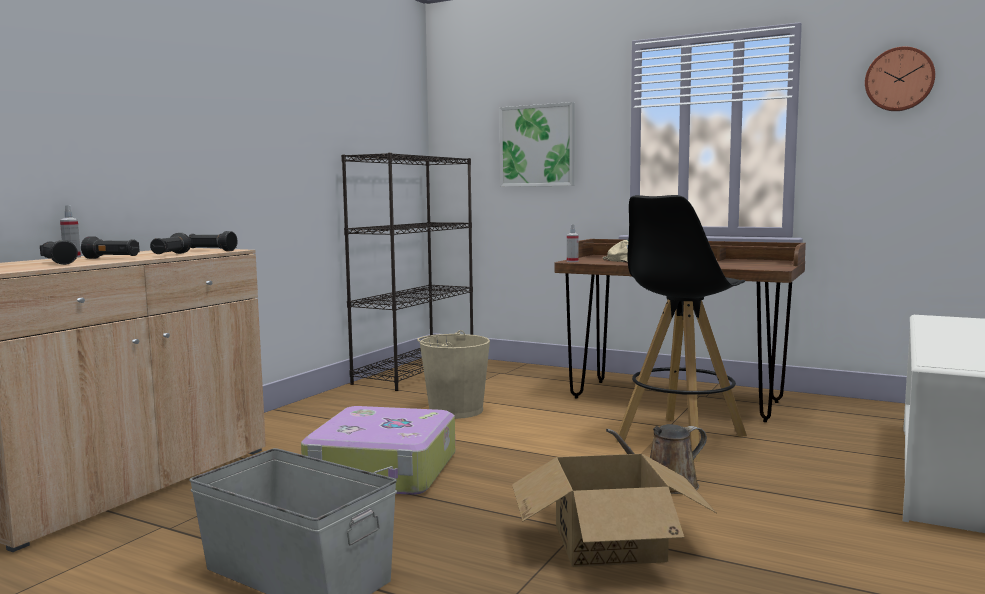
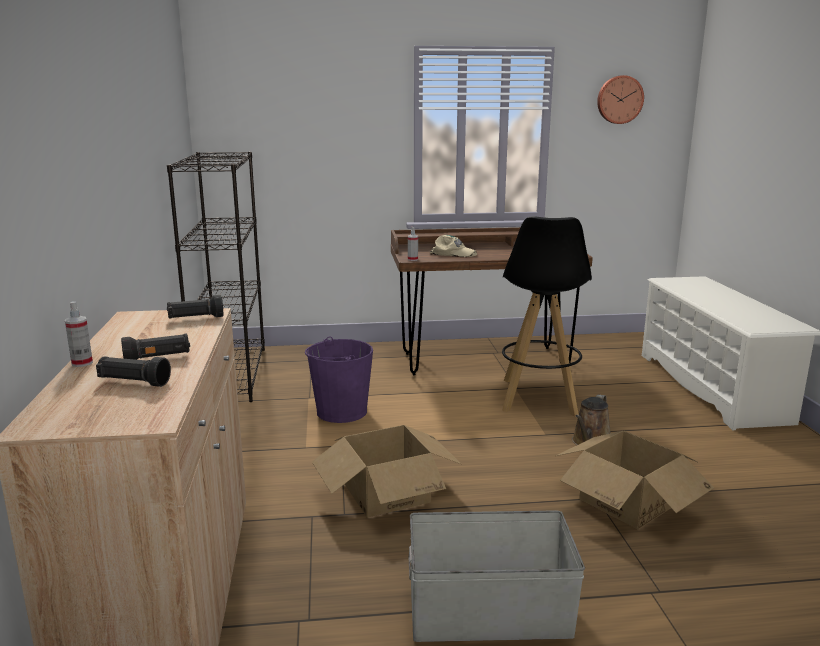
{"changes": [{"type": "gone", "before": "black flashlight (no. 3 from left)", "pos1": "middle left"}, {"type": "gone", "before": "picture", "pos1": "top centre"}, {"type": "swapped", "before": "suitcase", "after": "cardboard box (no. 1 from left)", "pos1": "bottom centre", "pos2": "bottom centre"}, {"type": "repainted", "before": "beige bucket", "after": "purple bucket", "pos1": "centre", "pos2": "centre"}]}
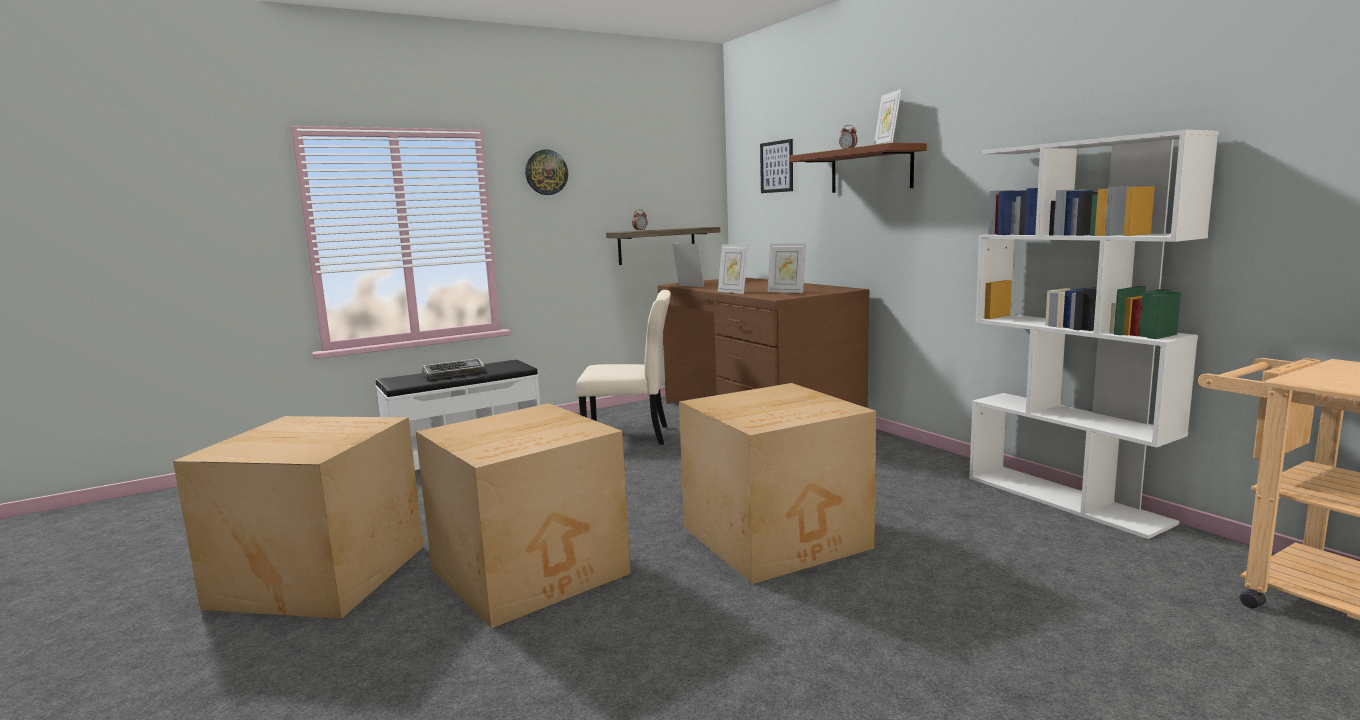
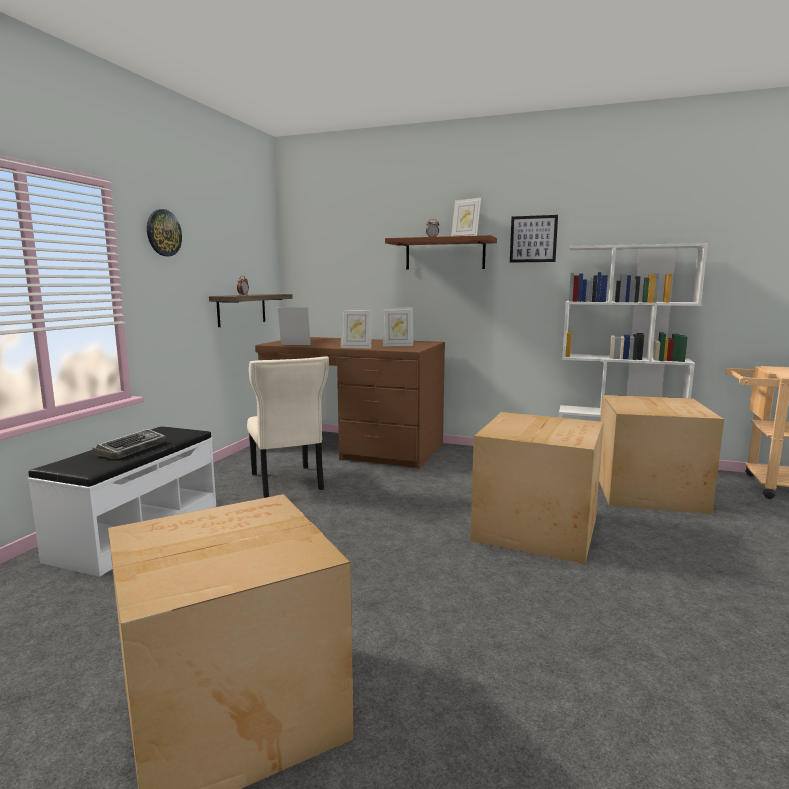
{"changes": [{"type": "shifted", "before": "cardboard box (no. 2 from left in the first image)", "after": "cardboard box (no. 3 from left)", "pos1": "bottom centre", "pos2": "middle right"}, {"type": "shifted", "before": "picture", "pos1": "top centre", "pos2": "top right"}, {"type": "rotated", "before": "beige chair", "pos1": "centre", "pos2": "centre", "turn": 105}]}
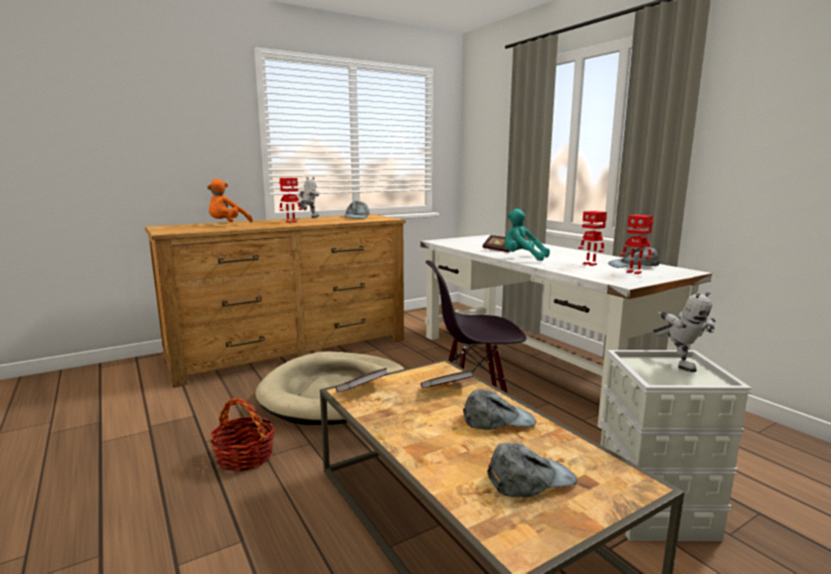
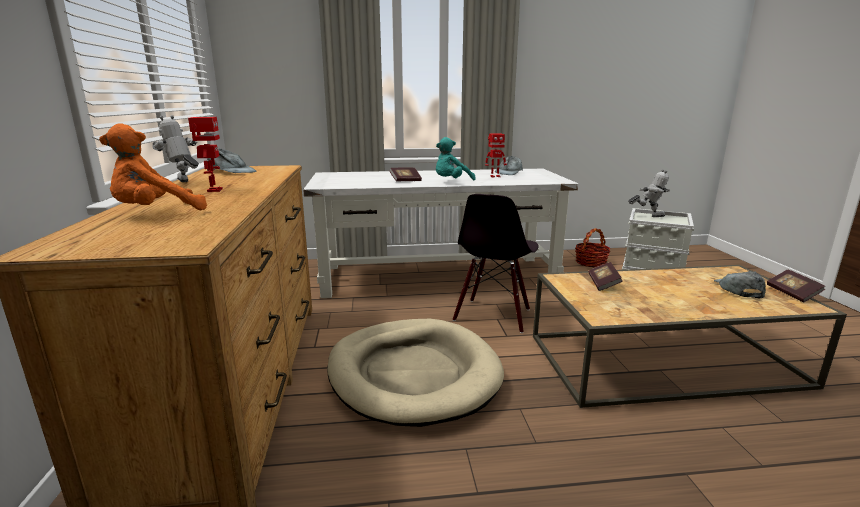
{"changes": [{"type": "gone", "before": "grey cap (no. 2 from left)", "pos1": "bottom centre"}, {"type": "gone", "before": "toy robot (no. 4 from left)", "pos1": "middle right"}, {"type": "shifted", "before": "basket", "pos1": "bottom left", "pos2": "middle right"}, {"type": "shifted", "before": "book (no. 1 from left in the first image)", "after": "book (no. 3 from left)", "pos1": "centre", "pos2": "middle right"}, {"type": "rotated", "before": "orange plush toy", "pos1": "middle left", "pos2": "top left", "turn": 90}]}
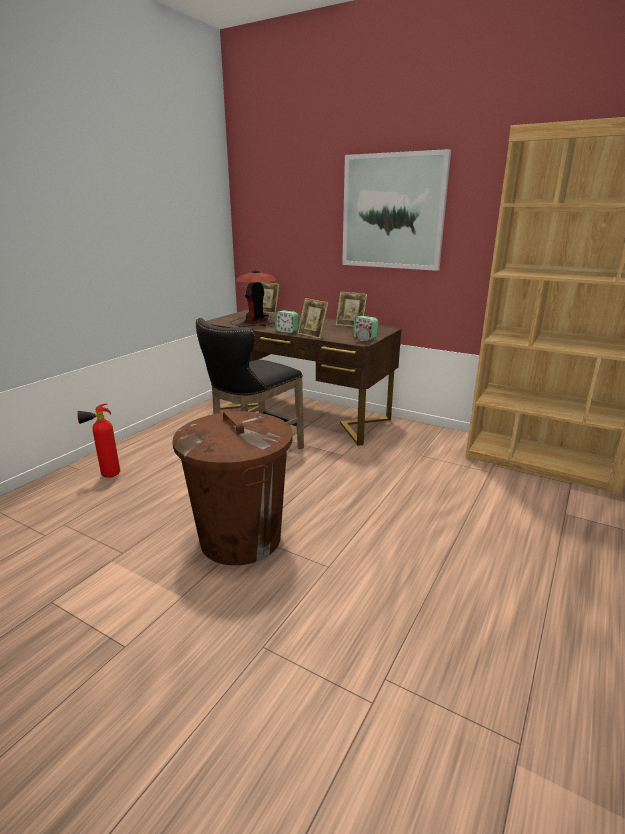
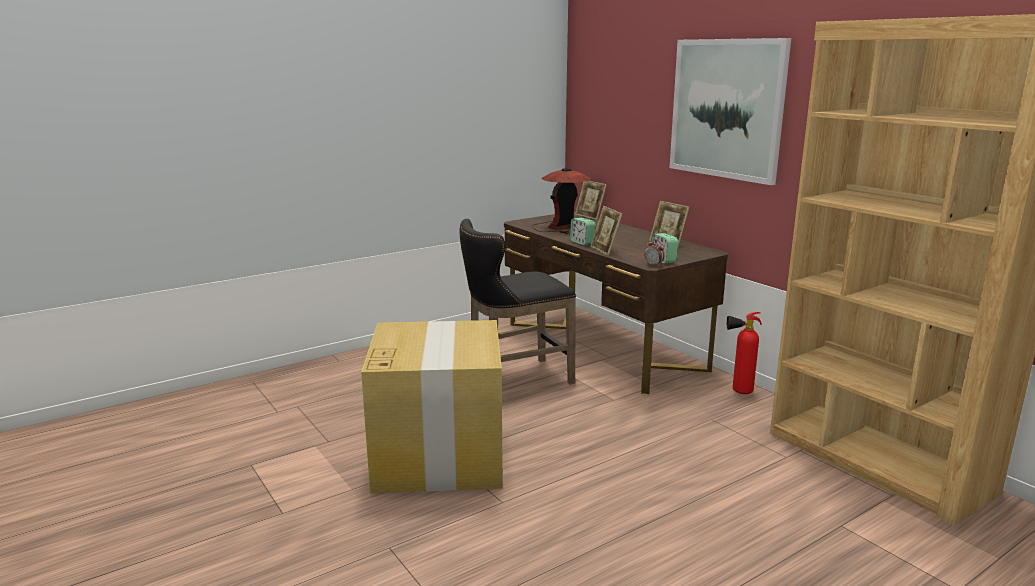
{"changes": [{"type": "shifted", "before": "fire extinguisher", "pos1": "middle left", "pos2": "middle right"}, {"type": "swapped", "before": "brown trash can", "after": "cardboard box", "pos1": "centre", "pos2": "bottom centre"}]}
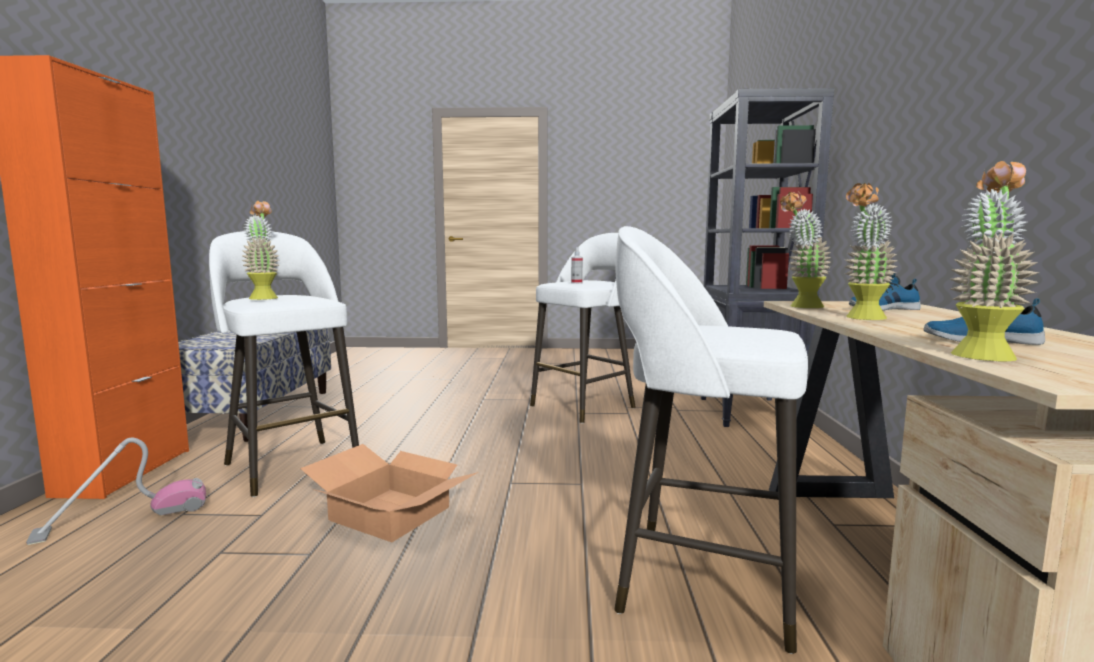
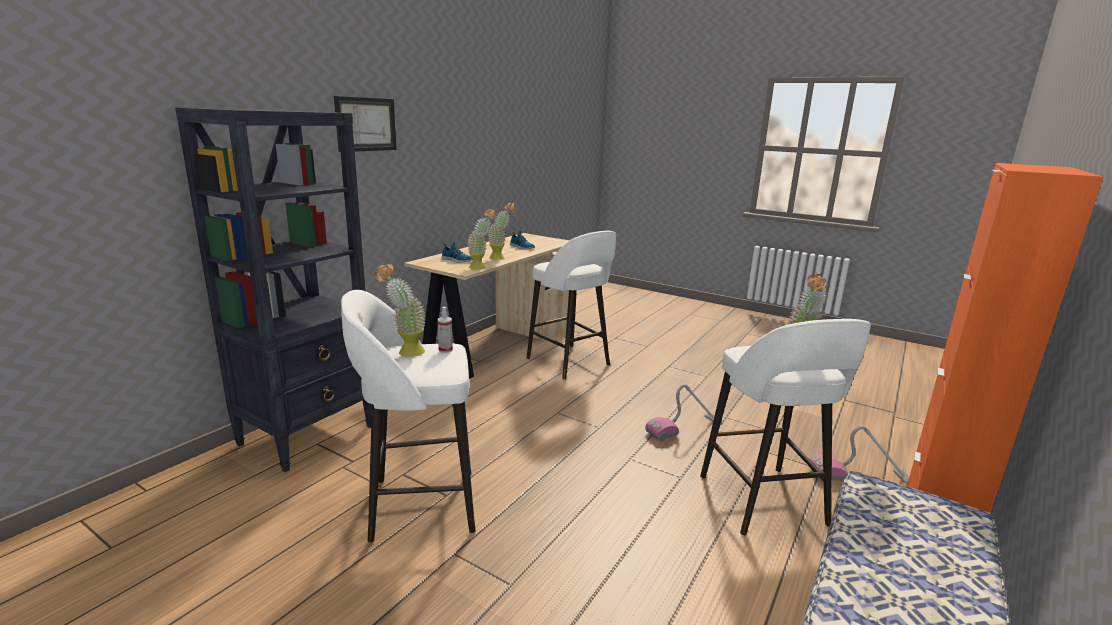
{"changes": [{"type": "new", "after": "picture", "pos2": "top left"}, {"type": "shifted", "before": "potted plant (no. 4 from left in the first image)", "after": "potted plant (no. 1 from left)", "pos1": "middle right", "pos2": "centre"}, {"type": "swapped", "before": "cardboard box", "after": "vacuum cleaner (no. 1 from left)", "pos1": "bottom centre", "pos2": "centre"}]}
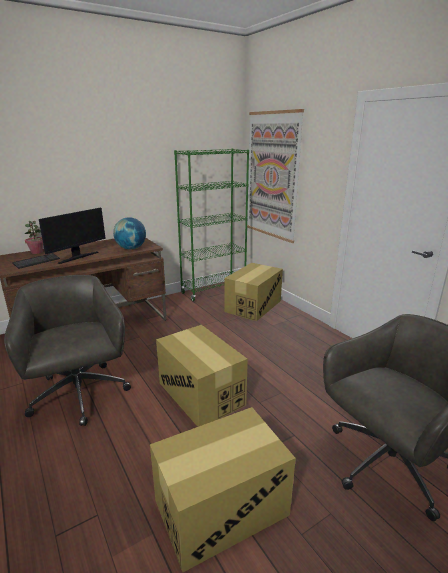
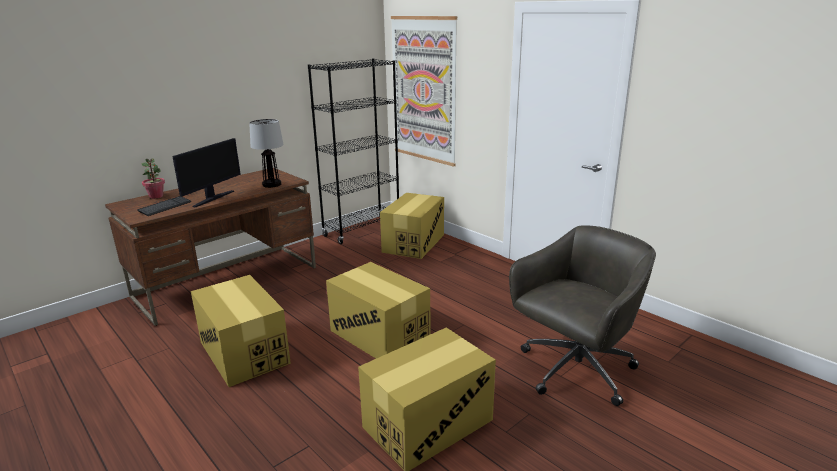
{"changes": [{"type": "swapped", "before": "grey office chair (no. 1 from left)", "after": "cardboard box (no. 1 from left)", "pos1": "middle left", "pos2": "bottom left"}, {"type": "swapped", "before": "globe", "after": "table lamp", "pos1": "middle left", "pos2": "top left"}, {"type": "repainted", "before": "green bookcase", "after": "black bookcase", "pos1": "centre", "pos2": "top centre"}]}
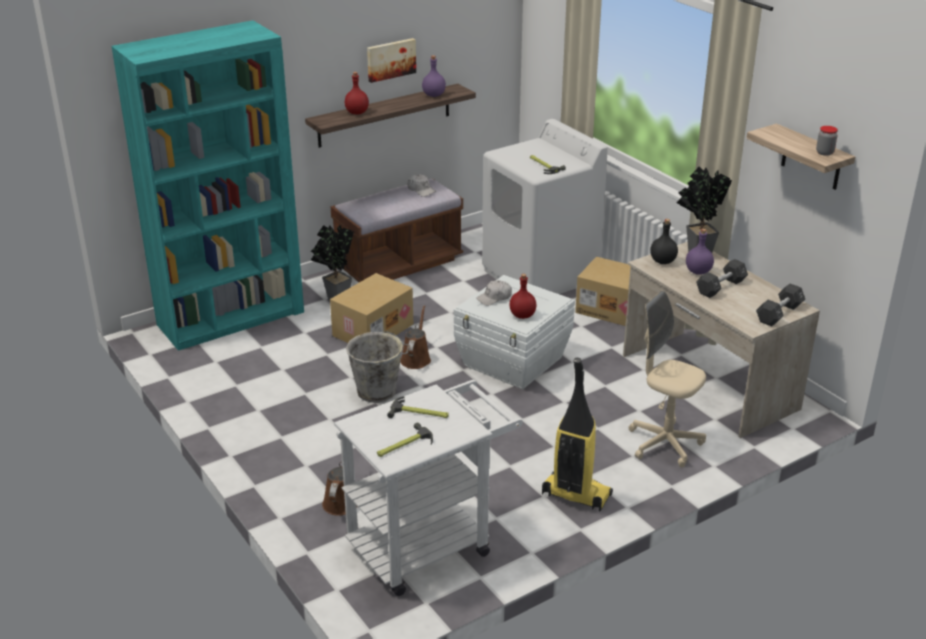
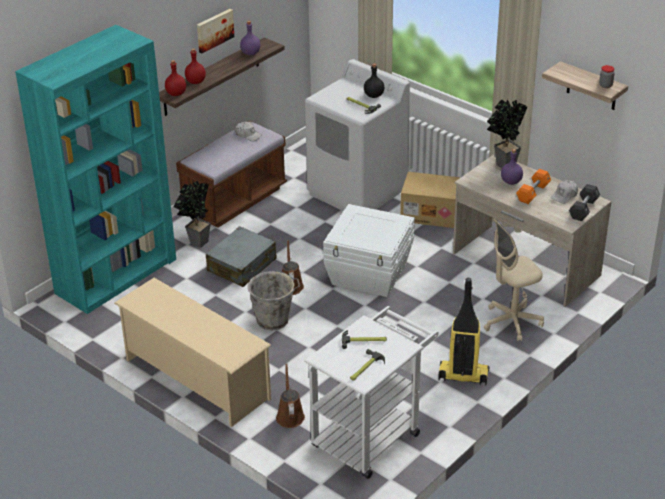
{"changes": [{"type": "new", "after": "beige shoe rack", "pos2": "bottom left"}, {"type": "shifted", "before": "white cap (no. 2 from left)", "pos1": "centre", "pos2": "middle right"}, {"type": "shifted", "before": "red bottle (no. 2 from left in the first image)", "after": "red bottle (no. 1 from left)", "pos1": "centre", "pos2": "top left"}, {"type": "shifted", "before": "black bottle", "pos1": "middle right", "pos2": "top centre"}, {"type": "swapped", "before": "cardboard box (no. 1 from left)", "after": "grey suitcase", "pos1": "centre", "pos2": "centre"}, {"type": "repainted", "before": "black dumbbell (no. 1 from left)", "after": "orange dumbbell", "pos1": "middle right", "pos2": "middle right"}, {"type": "rotated", "before": "beige office chair", "pos1": "middle right", "pos2": "middle right", "turn": -45}]}
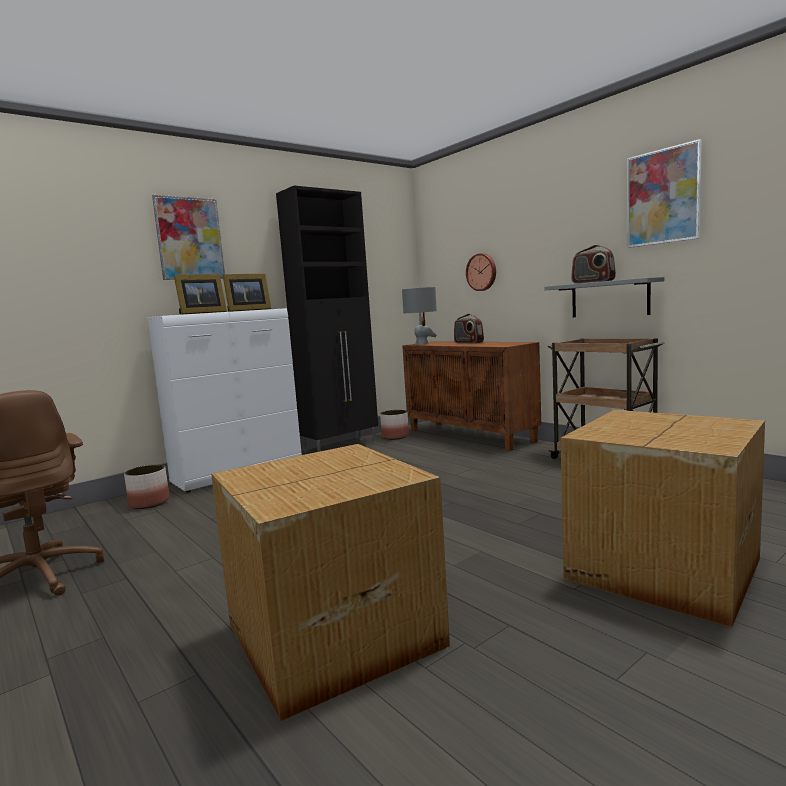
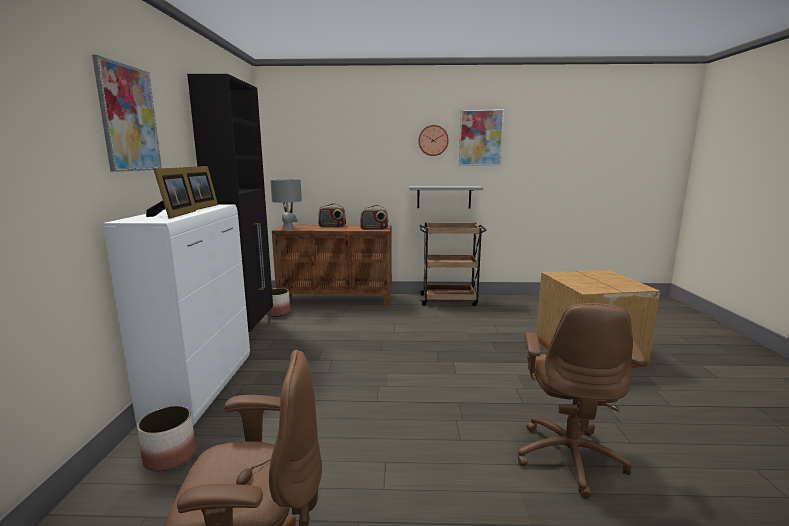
{"changes": [{"type": "shifted", "before": "wall clock", "pos1": "centre", "pos2": "top centre"}, {"type": "shifted", "before": "radio (no. 2 from left)", "pos1": "middle right", "pos2": "centre"}, {"type": "swapped", "before": "cardboard box (no. 1 from left)", "after": "brown office chair (no. 2 from left)", "pos1": "bottom centre", "pos2": "bottom right"}]}
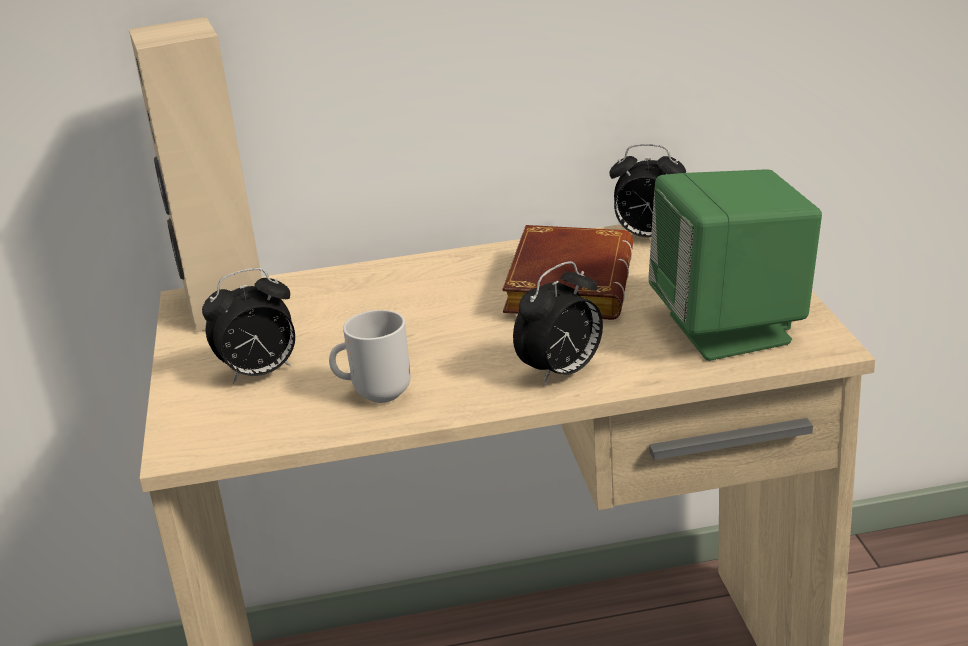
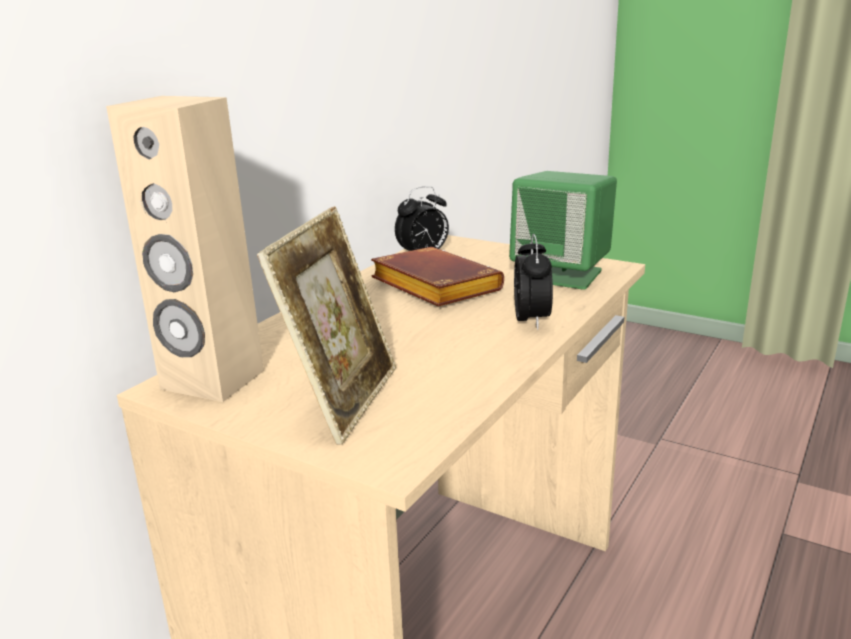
{"changes": [{"type": "gone", "before": "mug", "pos1": "centre"}, {"type": "swapped", "before": "alarm clock (no. 1 from left)", "after": "picture frame", "pos1": "middle left", "pos2": "centre"}]}
